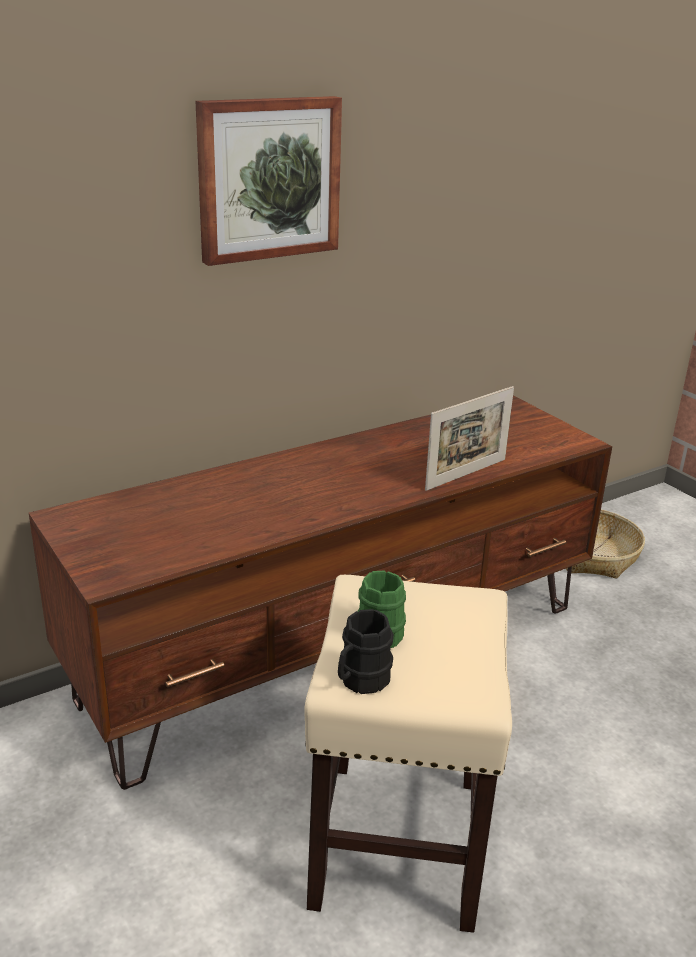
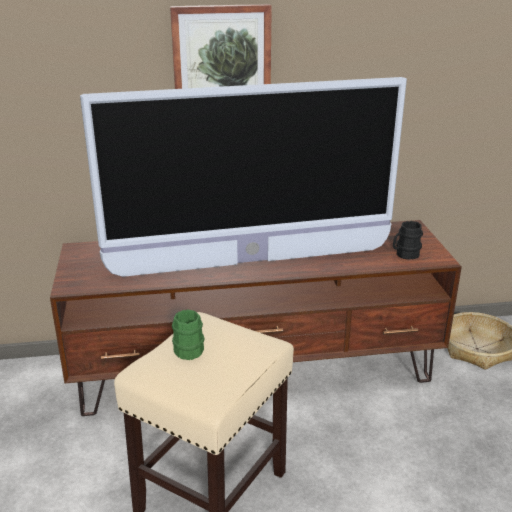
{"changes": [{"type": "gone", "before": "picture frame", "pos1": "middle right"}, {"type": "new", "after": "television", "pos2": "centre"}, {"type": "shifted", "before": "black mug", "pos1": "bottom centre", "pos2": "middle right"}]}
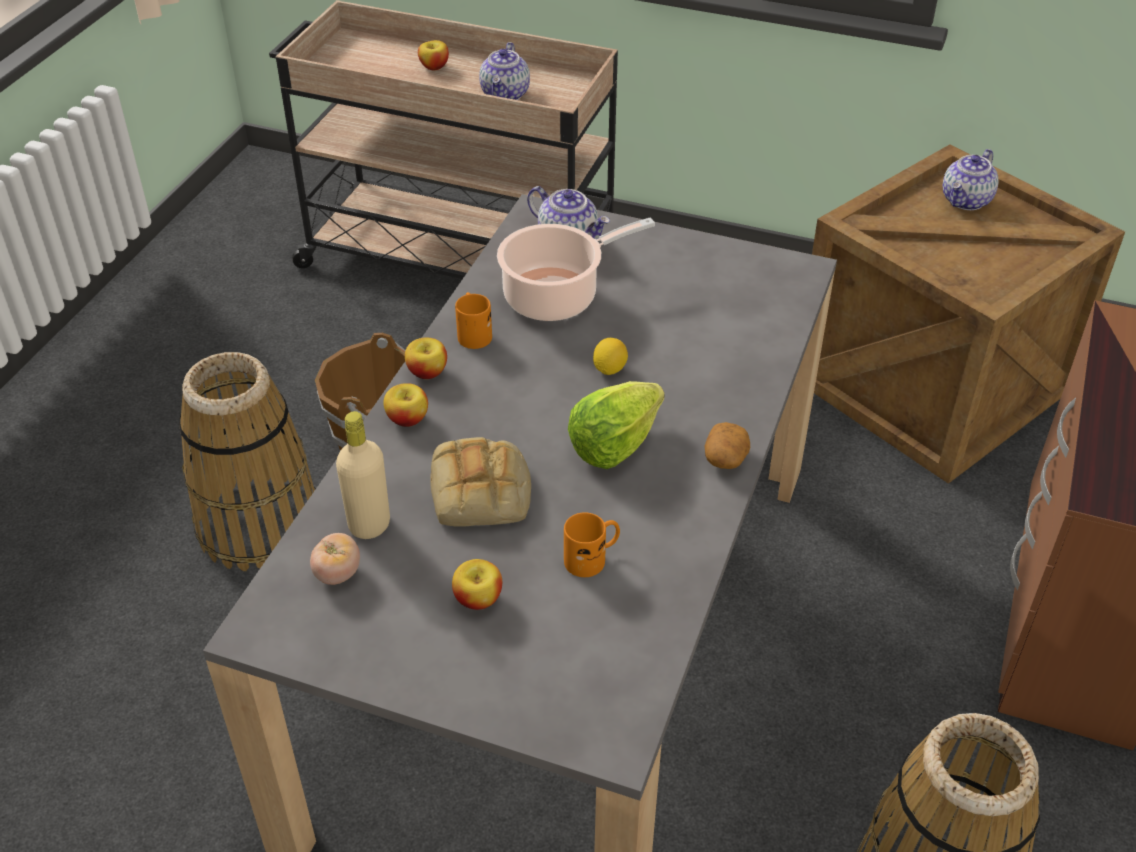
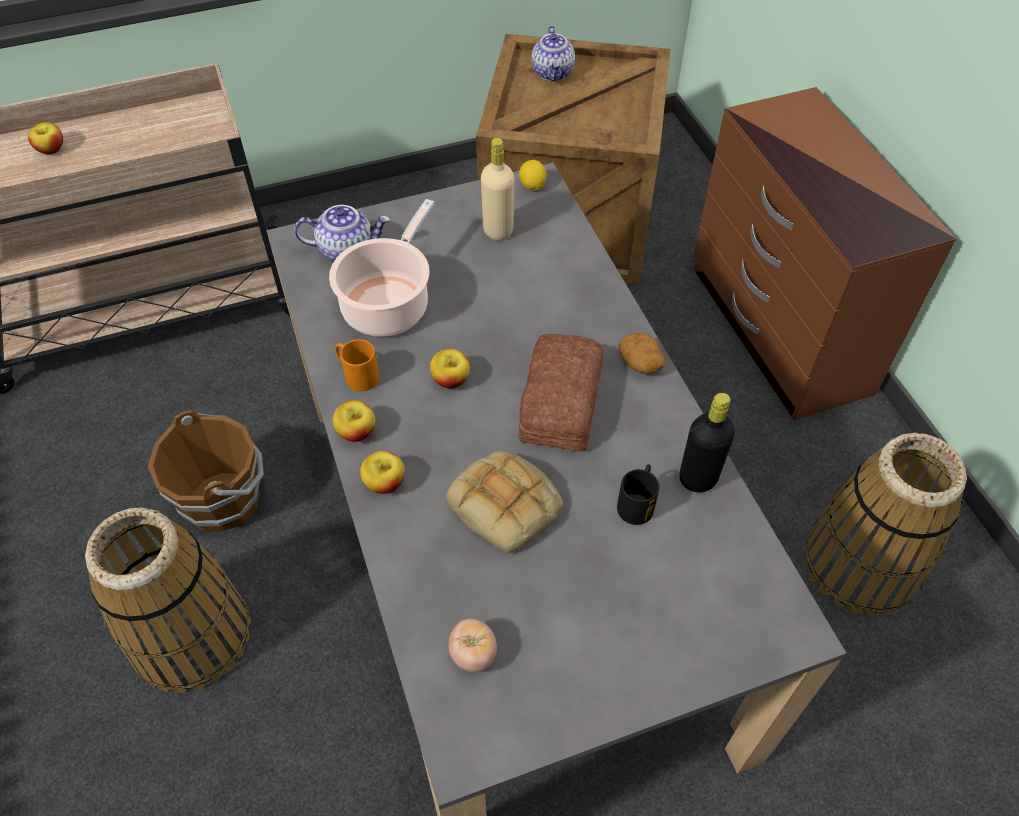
{"changes": [{"type": "gone", "before": "teapot (no. 1 from left)", "pos1": "top centre"}, {"type": "new", "after": "black bottle", "pos2": "middle right"}, {"type": "shifted", "before": "beige bottle", "pos1": "middle left", "pos2": "top centre"}, {"type": "shifted", "before": "apple (no. 4 from left)", "pos1": "bottom centre", "pos2": "centre"}, {"type": "shifted", "before": "lemon", "pos1": "centre", "pos2": "top centre"}, {"type": "swapped", "before": "lettuce", "after": "bread (no. 2 from left)", "pos1": "centre", "pos2": "centre"}, {"type": "repainted", "before": "orange mug (no. 2 from left)", "after": "black mug", "pos1": "centre", "pos2": "centre"}]}
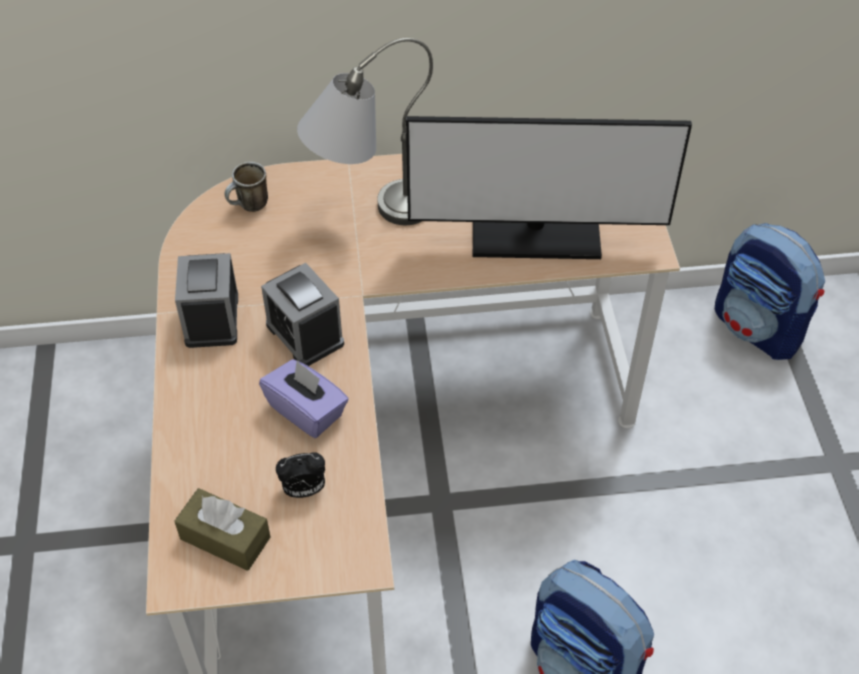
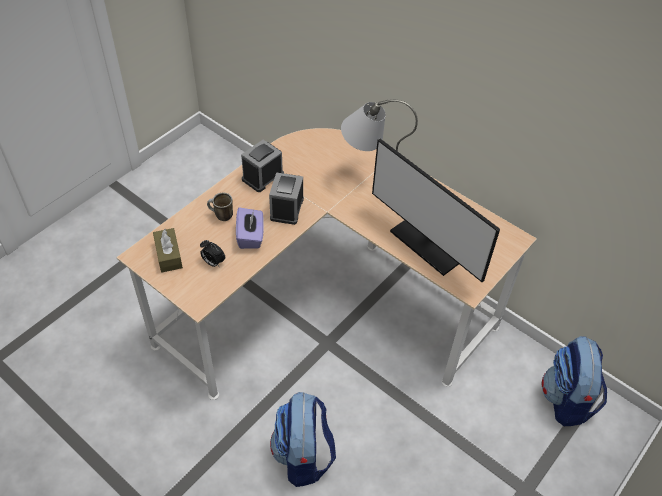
{"changes": [{"type": "shifted", "before": "mug", "pos1": "top left", "pos2": "middle left"}]}
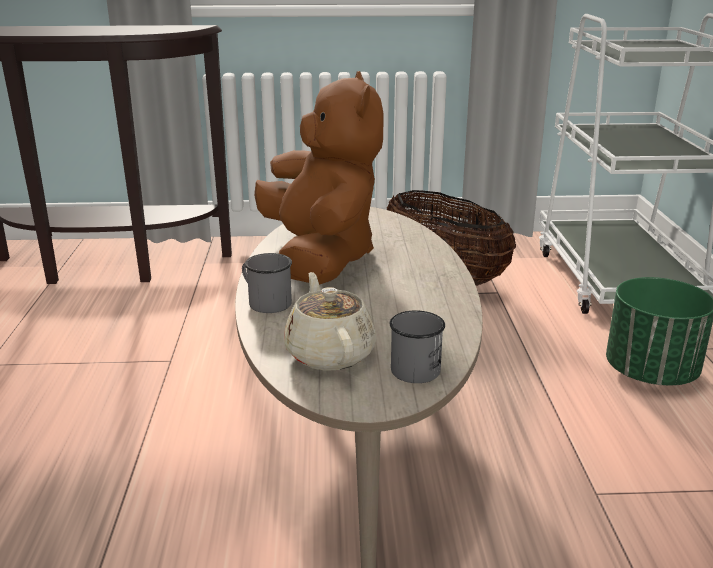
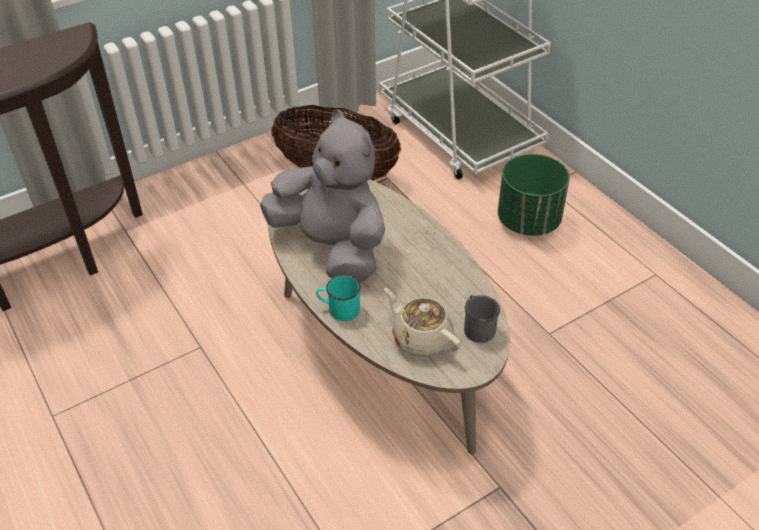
{"changes": [{"type": "repainted", "before": "grey mug (no. 1 from left)", "after": "turquoise mug", "pos1": "centre", "pos2": "centre"}, {"type": "repainted", "before": "brown plush toy", "after": "grey plush toy", "pos1": "top centre", "pos2": "centre"}]}
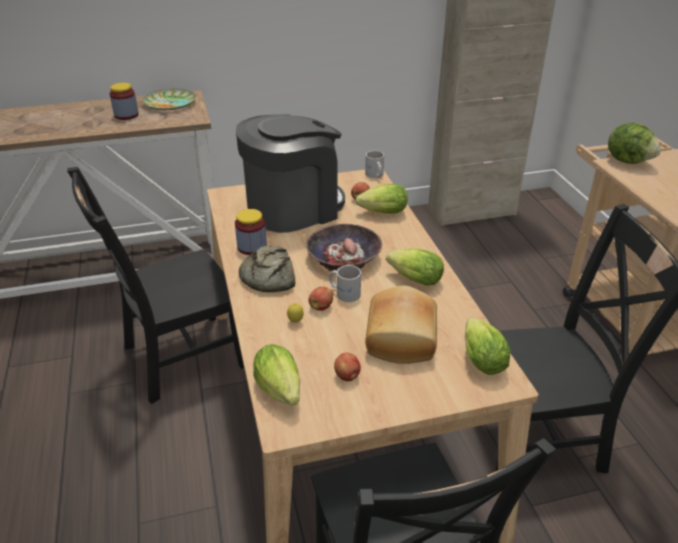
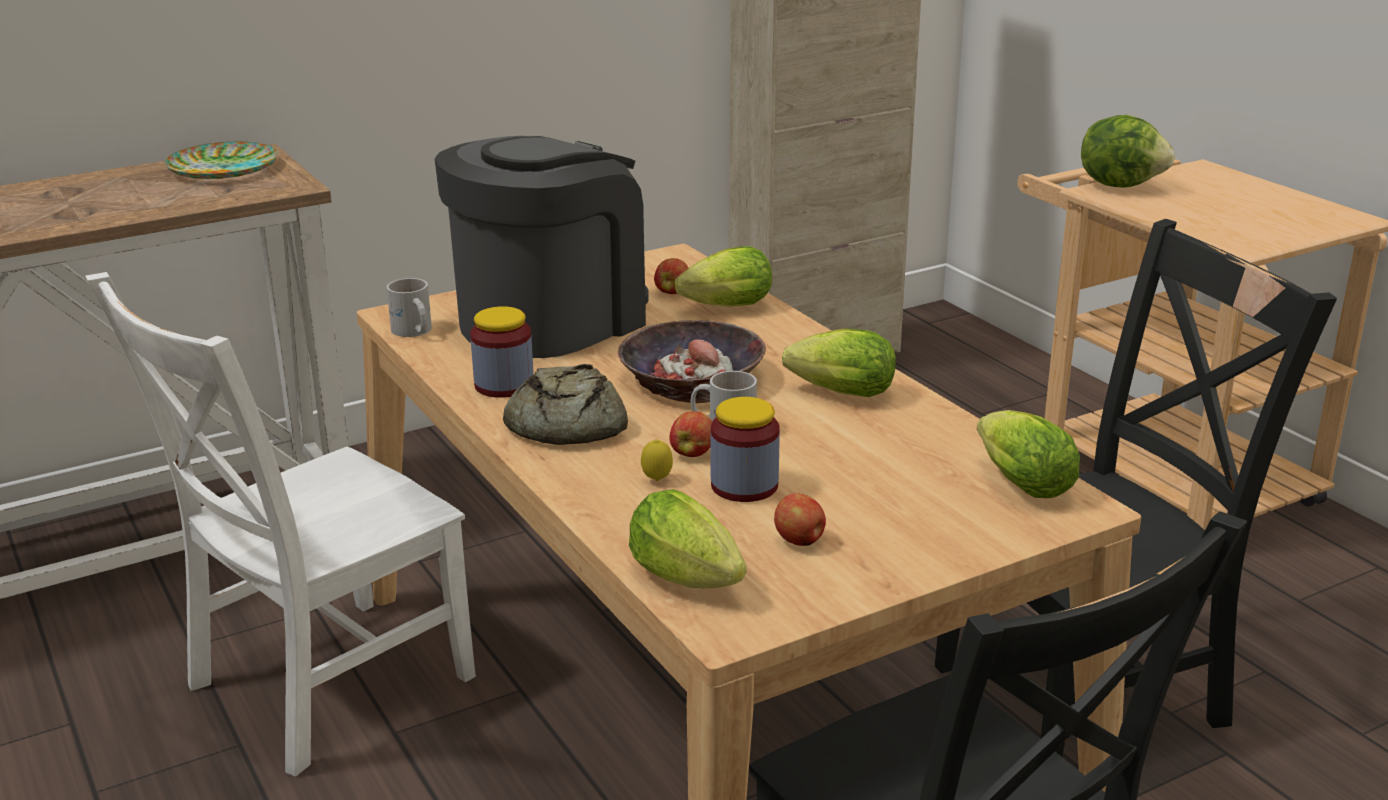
{"changes": [{"type": "gone", "before": "bread (no. 2 from left)", "pos1": "centre"}, {"type": "shifted", "before": "jar (no. 1 from left in the first image)", "after": "jar (no. 2 from left)", "pos1": "top left", "pos2": "centre"}, {"type": "shifted", "before": "white mug (no. 2 from left in the first image)", "after": "white mug (no. 1 from left)", "pos1": "top centre", "pos2": "middle left"}, {"type": "repainted", "before": "black chair (no. 1 from left)", "after": "white chair", "pos1": "middle left", "pos2": "middle left"}]}
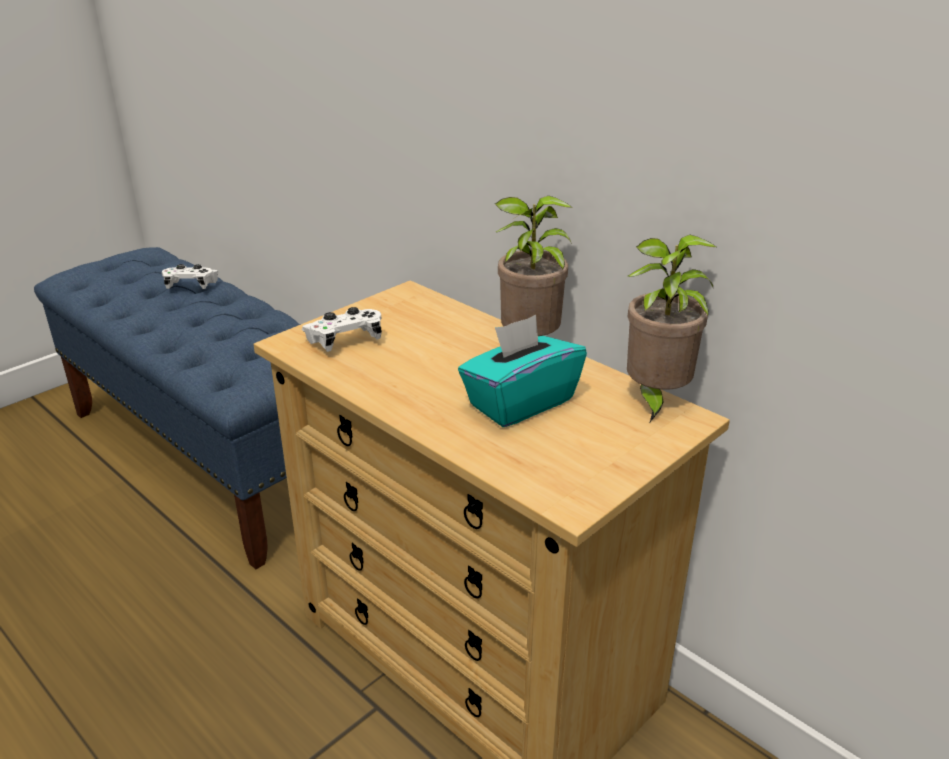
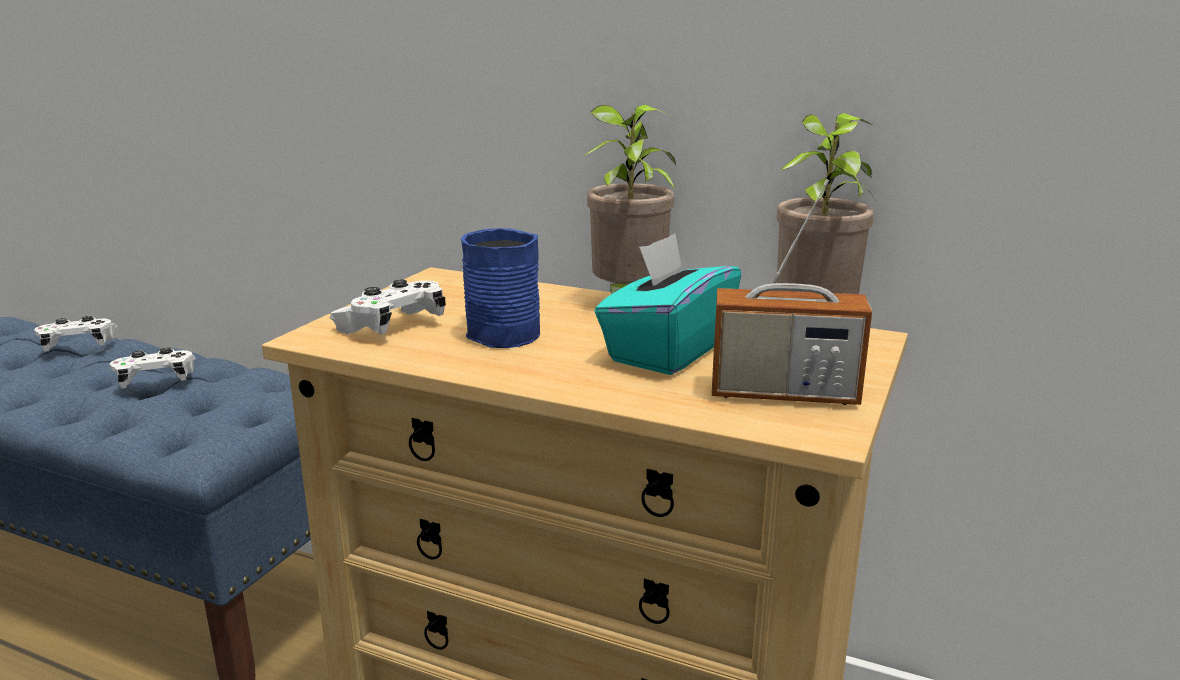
{"changes": [{"type": "new", "after": "white game controller (no. 2 from left)", "pos2": "middle left"}, {"type": "new", "after": "blue mug", "pos2": "centre"}, {"type": "new", "after": "radio", "pos2": "middle right"}]}
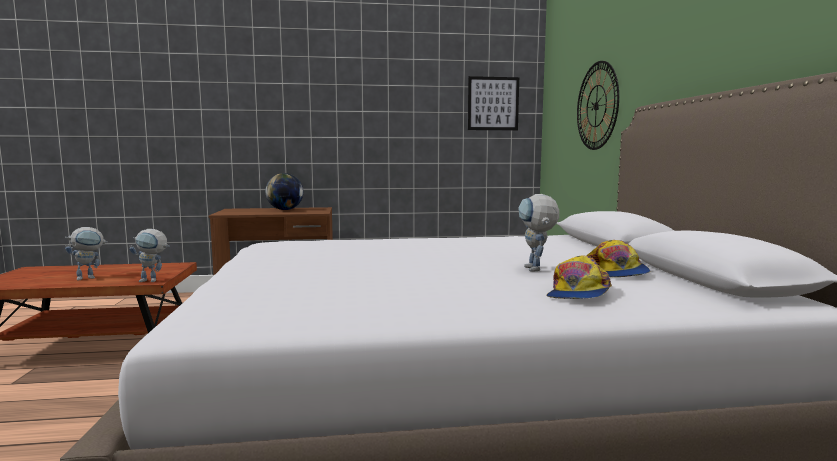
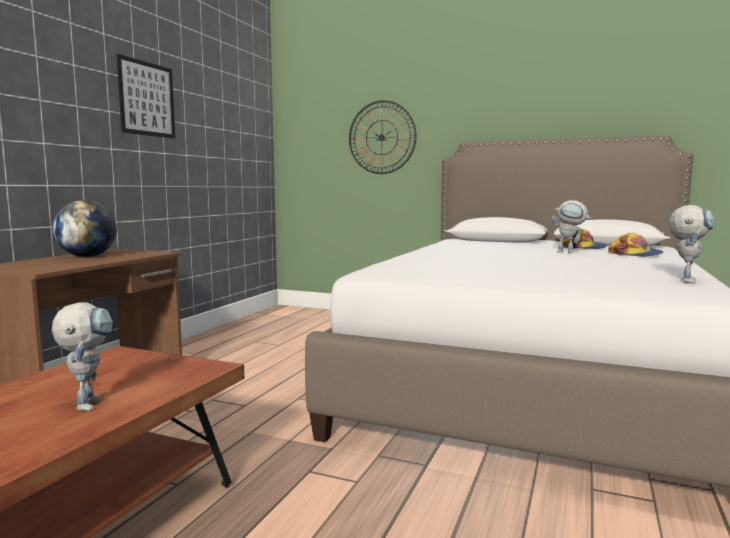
{"changes": [{"type": "shifted", "before": "toy robot (no. 2 from left in the first image)", "after": "toy robot (no. 3 from left)", "pos1": "middle left", "pos2": "middle right"}, {"type": "shifted", "before": "picture", "pos1": "top centre", "pos2": "top left"}]}
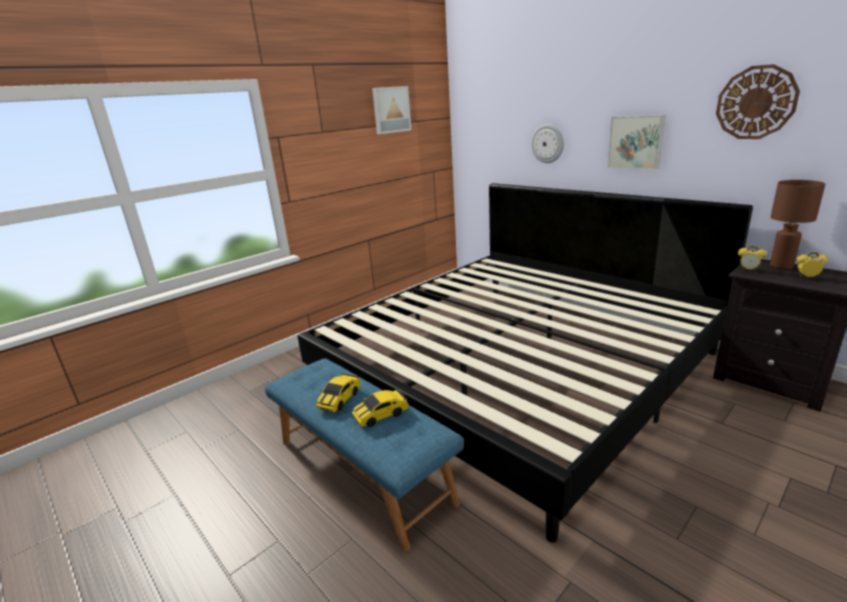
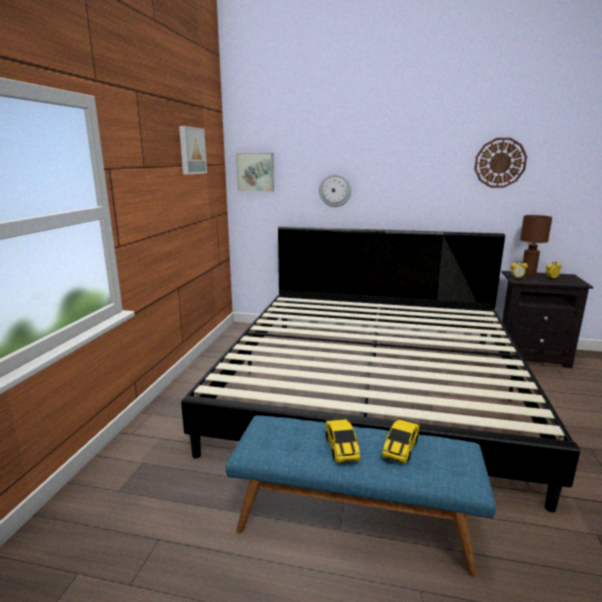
{"changes": [{"type": "shifted", "before": "picture (no. 2 from left)", "pos1": "top right", "pos2": "top centre"}]}
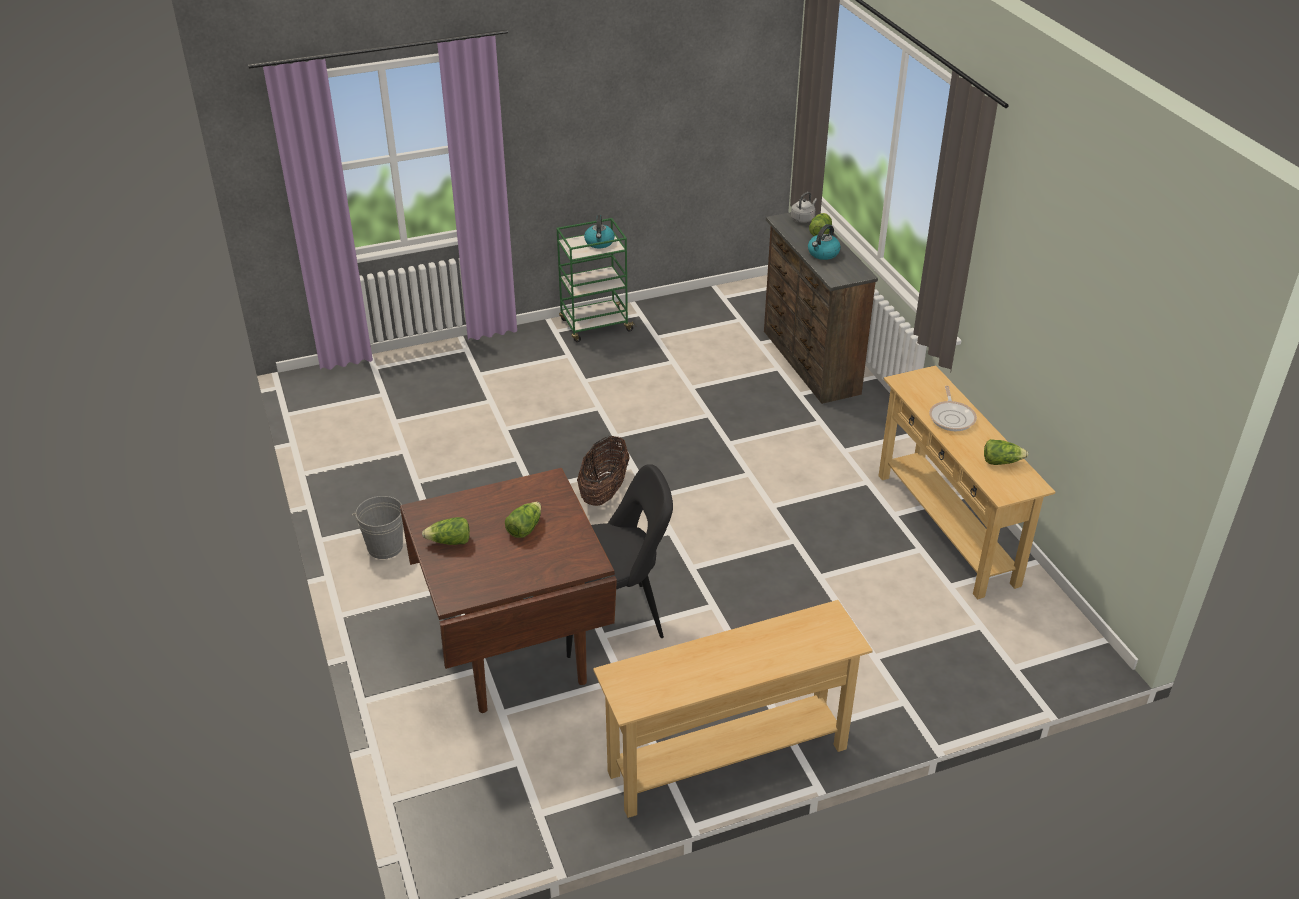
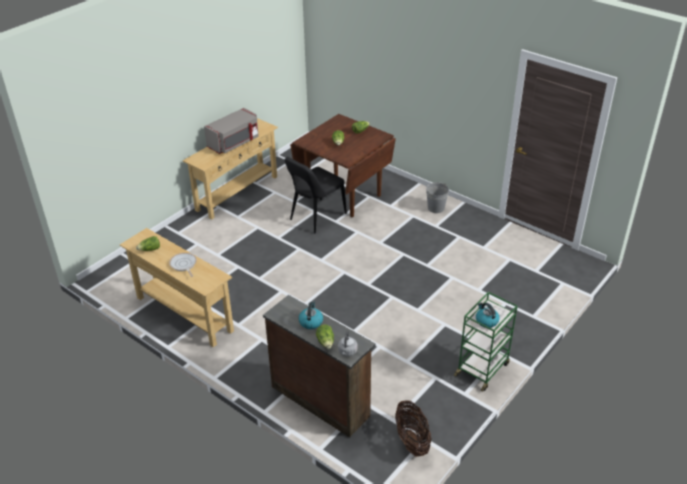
{"changes": [{"type": "new", "after": "grey microwave", "pos2": "top centre"}, {"type": "shifted", "before": "basket", "pos1": "centre", "pos2": "bottom centre"}]}
